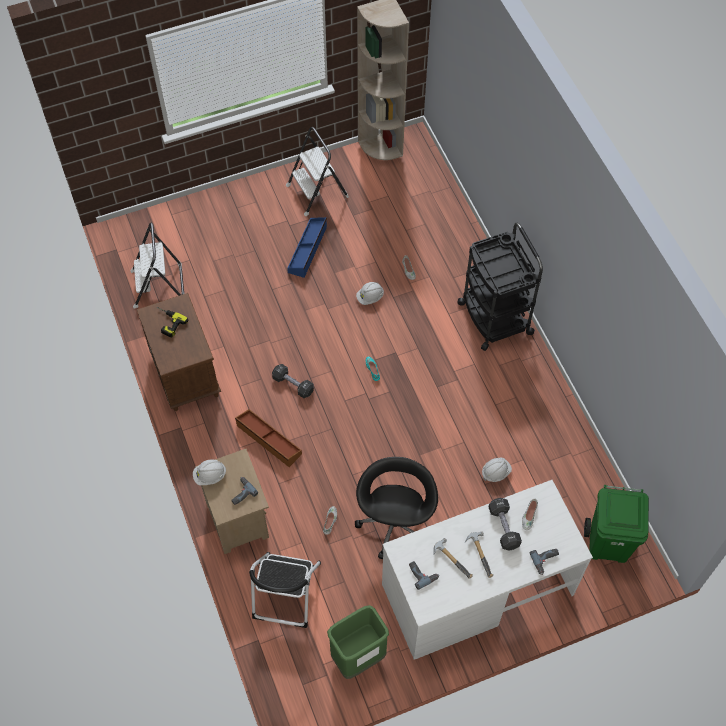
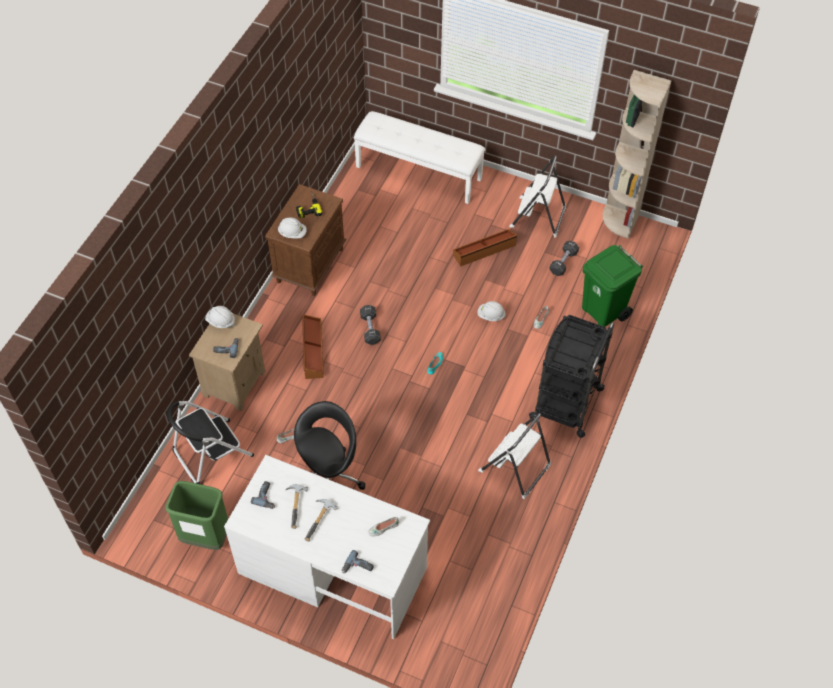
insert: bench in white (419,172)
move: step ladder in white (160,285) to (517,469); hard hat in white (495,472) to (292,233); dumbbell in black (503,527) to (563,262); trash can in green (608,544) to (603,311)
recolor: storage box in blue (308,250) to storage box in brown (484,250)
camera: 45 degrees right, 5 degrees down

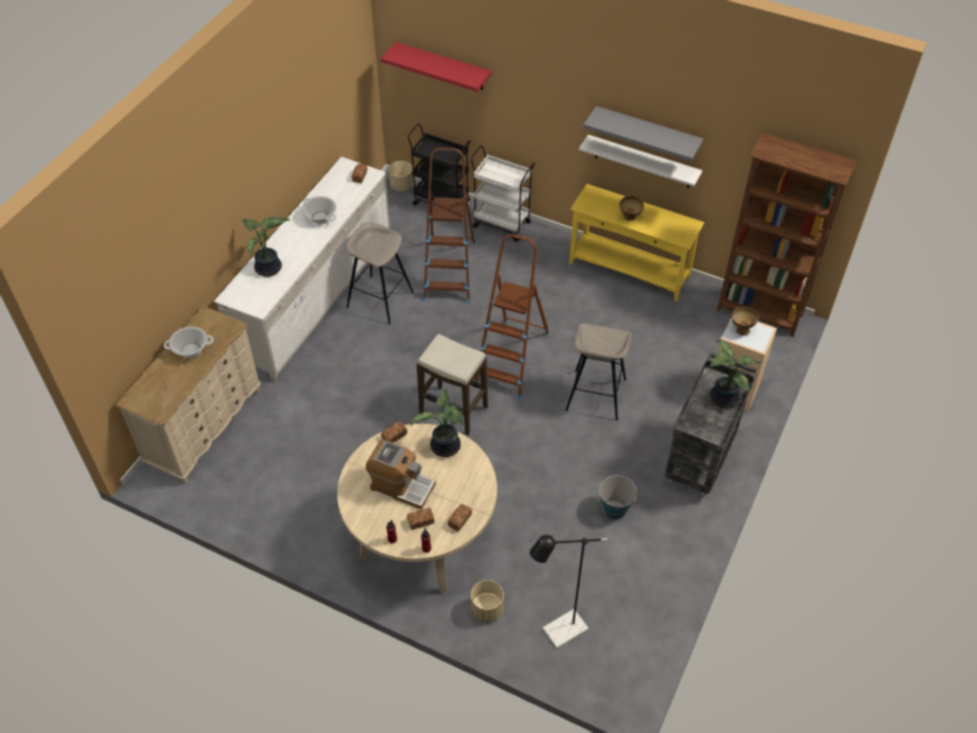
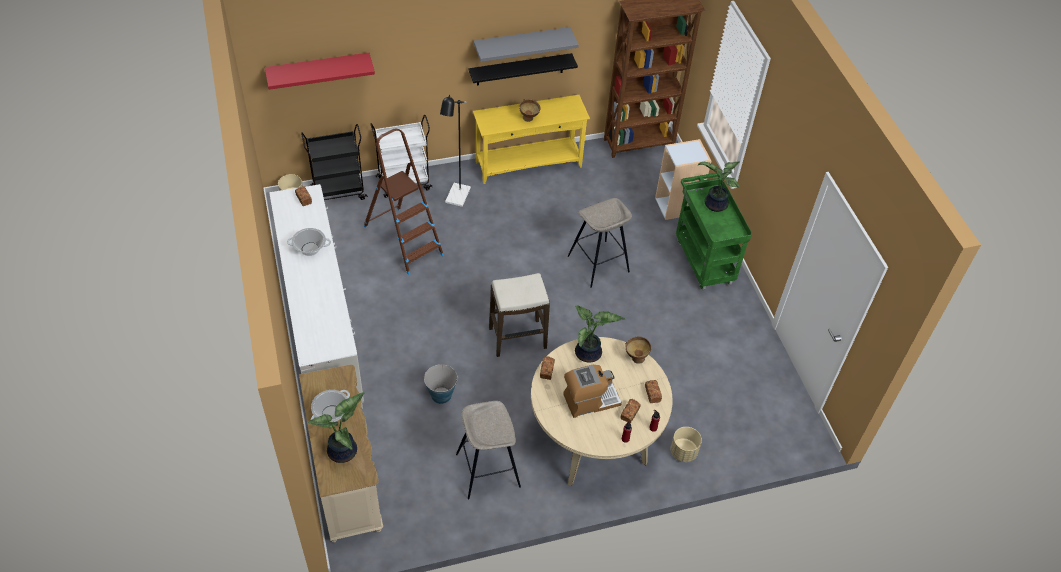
delete: step ladder in brown (512,358)
move: potted plant (269,269) to (344,451); stool in grey (380,299) to (487,470); floor lamp in black (558,633) to (456,199); bucket (614,509) to (441,395); bowl in brown (741,329) to (635,358)
recolor: shelf in white (643,162) to shelf in black (520,69); cart in black (701,456) to cart in green (702,260)
camera: 45 degrees left, 0 degrees up

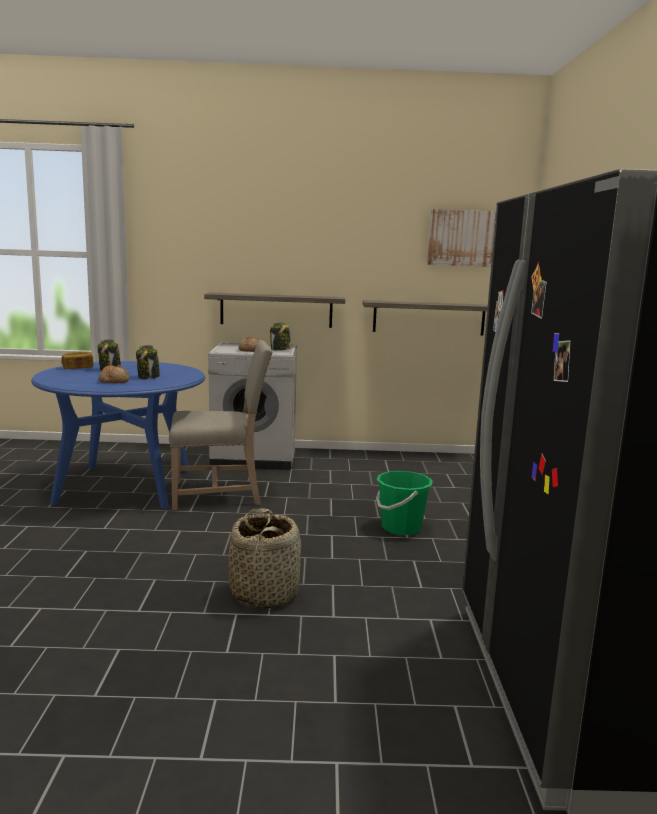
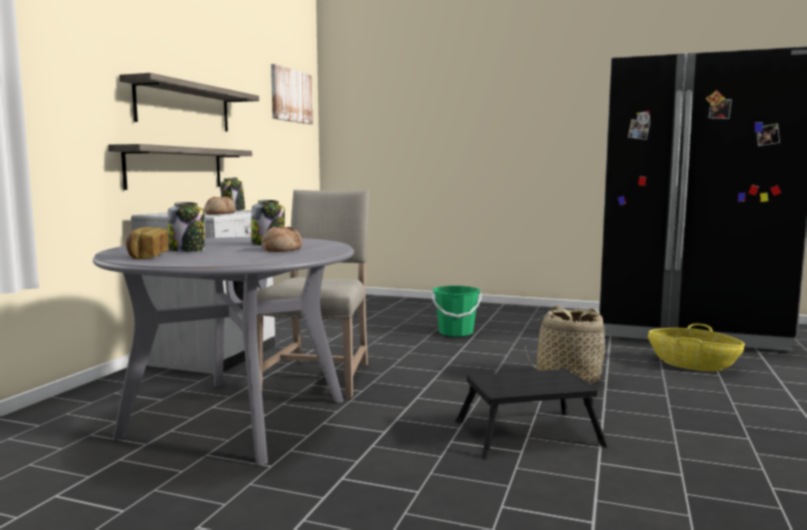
insert: step ladder in black (527,433); basket (692,364)
move: shelf (429,318) to (184,107)
recolor: dining table in blue (125,486) to dining table in grey (236,417)
camera: 70 degrees left, 5 degrees down

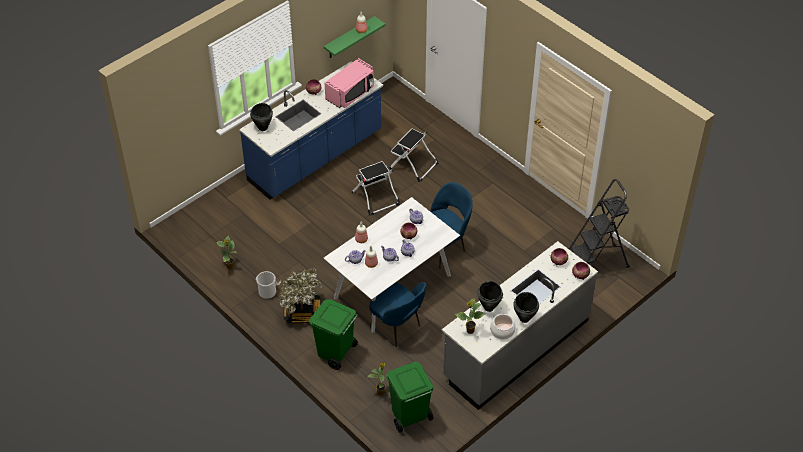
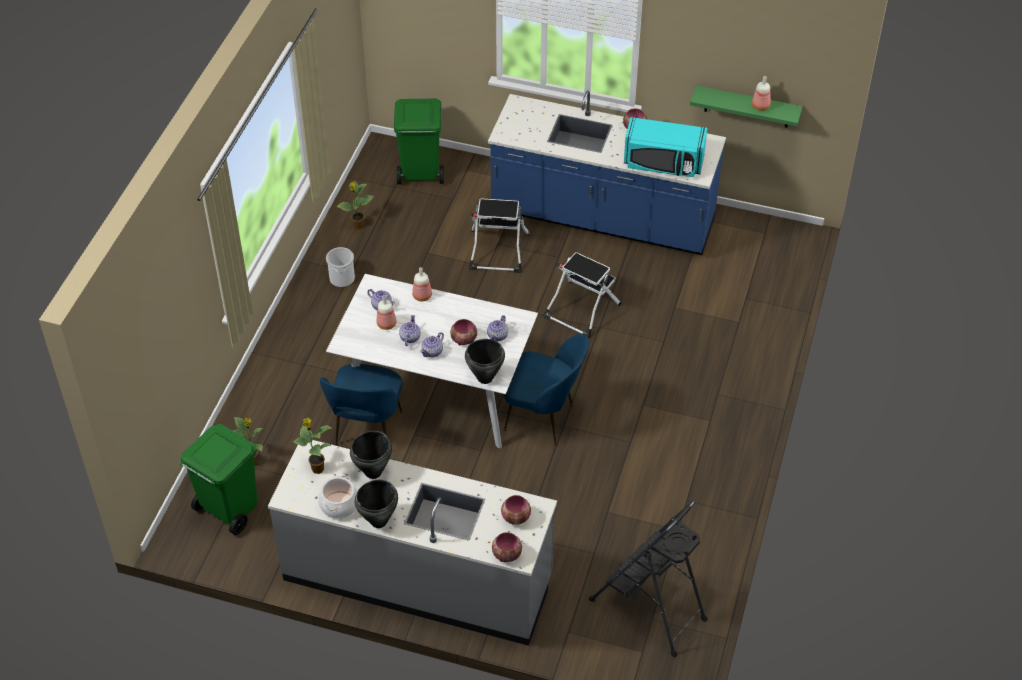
delete: potted plant (302,312)
move: cooking pot in black (262,128) to (484,378); trash can in green (335,353) to (420,174); step ladder (413,164) to (498,249)
recolor: microwave in pink (351,93) to microwave in turquoise (663,163)
camera: 60 degrees right, 0 degrees up

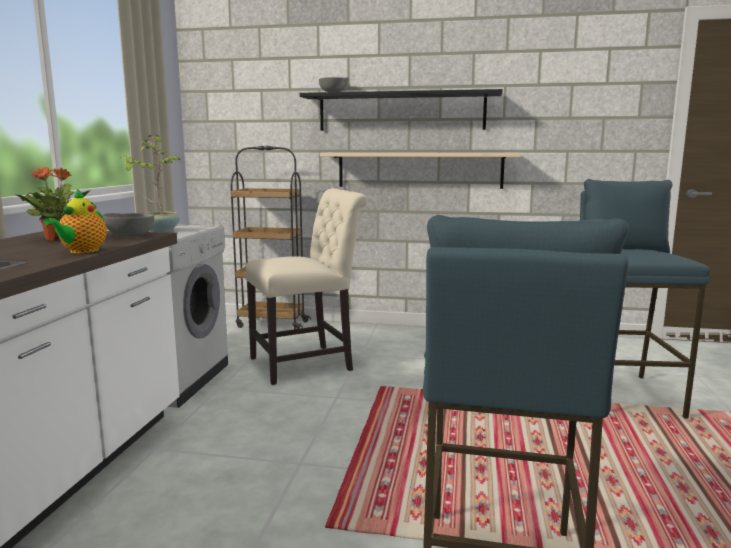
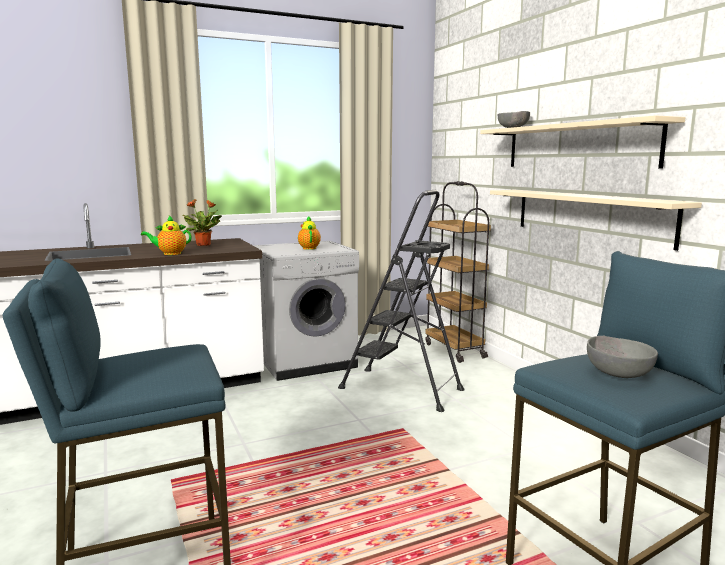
move: bowl in grey (130,237) to (618,374)
replace: potted plant (160,231) to teapot (309,248); chair in beige (308,364) to step ladder (402,389)
recolor: shelf in black (401,112) to shelf in beige (577,146)
camera: 55 degrees right, 0 degrees up

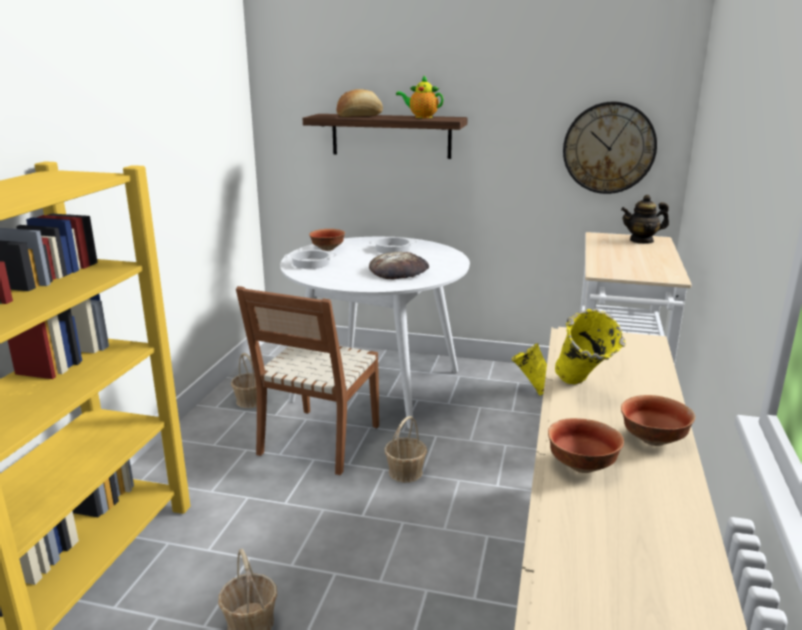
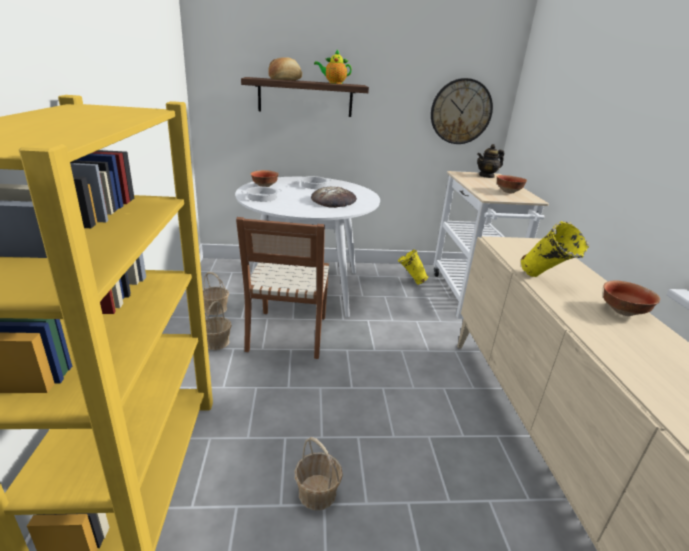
move: basket (406,472) to (216,342); bowl (581,465) to (508,191)
camera: 20 degrees left, 5 degrees up

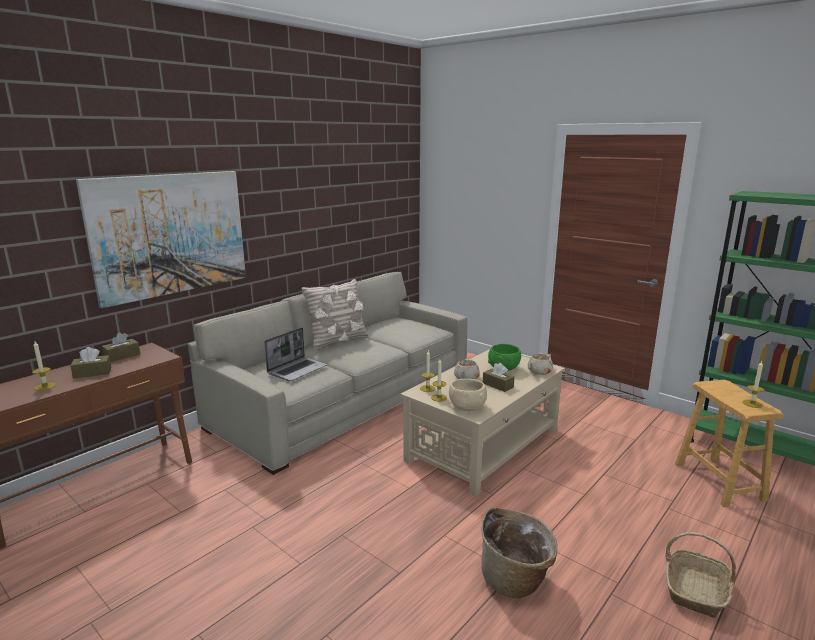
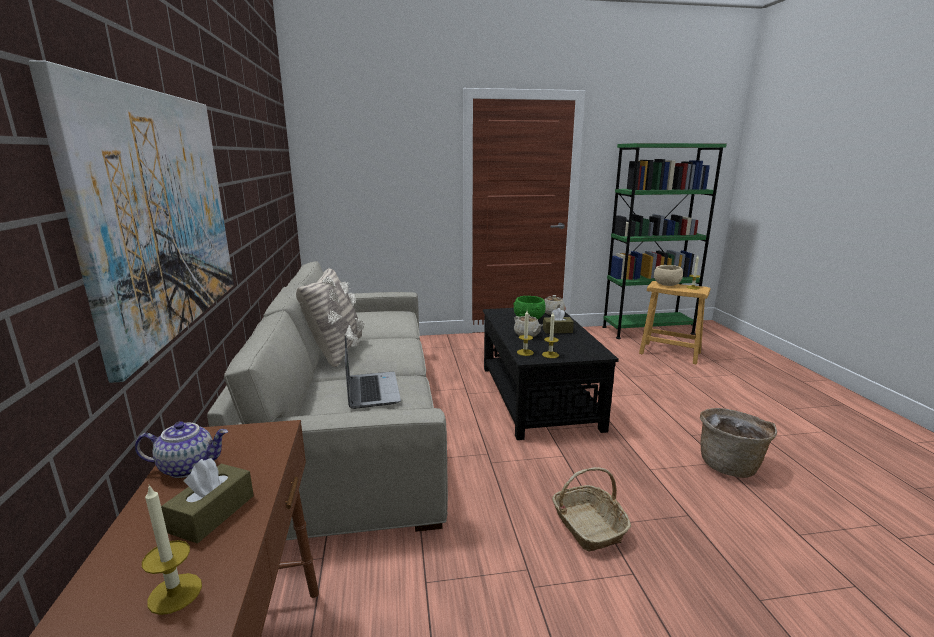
move: bowl in beige (466,406) to (666,284); basket (696,590) to (587,526)
replace: tissue box in brown (122,356) to teapot (189,466)
recolor: coffee table in beige (484,444) to coffee table in black (538,396)
camera: 50 degrees left, 0 degrees up

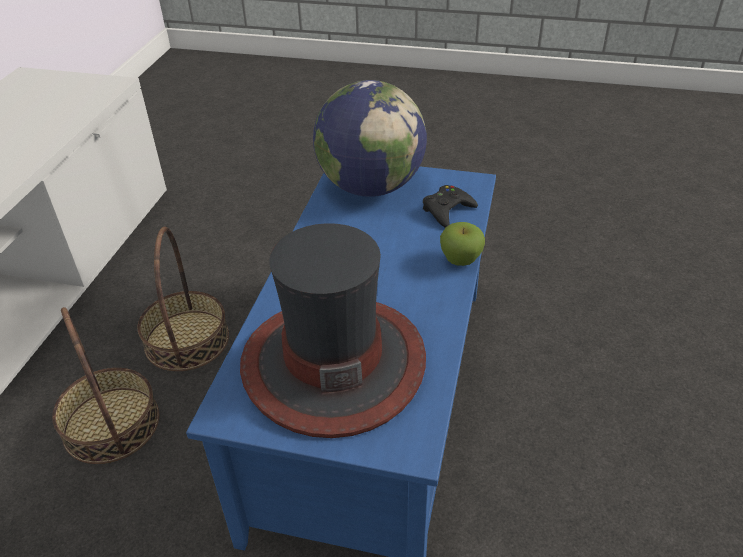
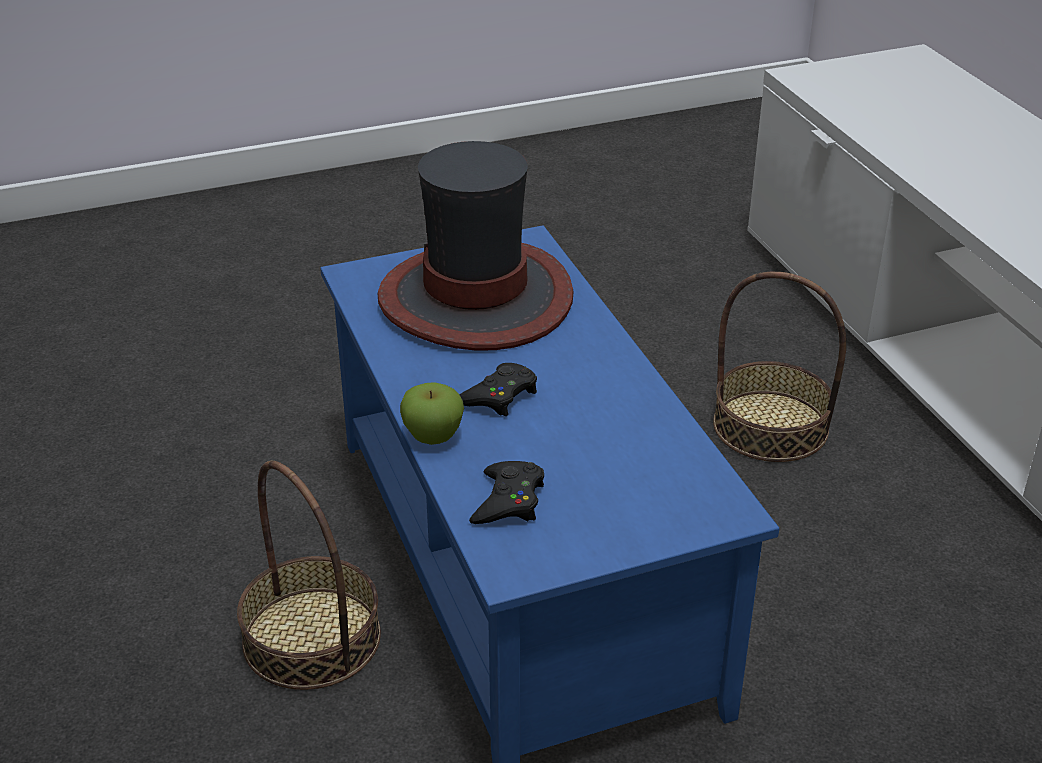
delete: globe (370,187)
insert: game controller in black (499,396)
move: basket (186,340) to (312,638)
camera: 145 degrees right, 5 degrees down

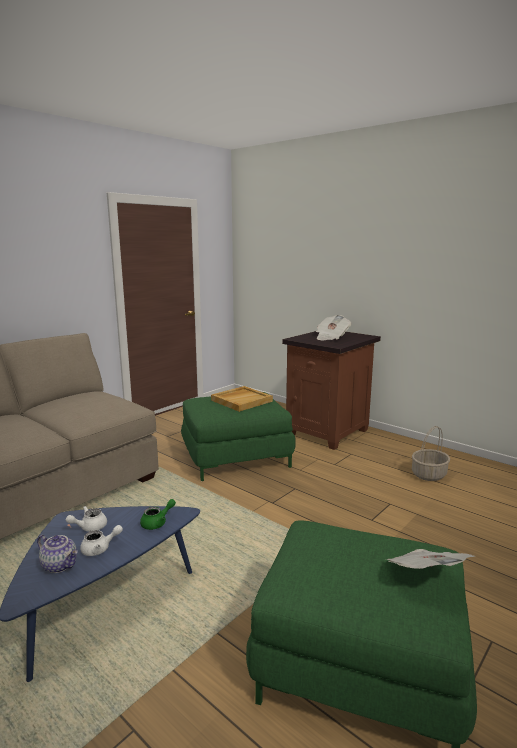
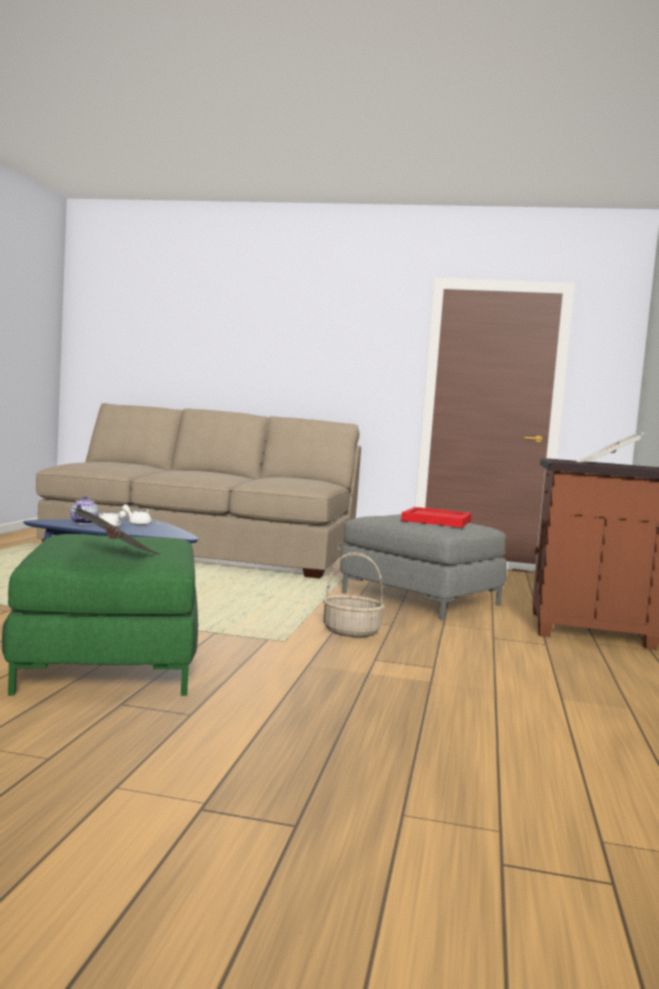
delete: teapot in green (157,523)
move: basket (428,474) to (352,632)
recolor: ottoman in green (236,457) to ottoman in grey (421,599); tray in beige (241,400) to tray in red (437,520)
camera: 60 degrees right, 10 degrees down

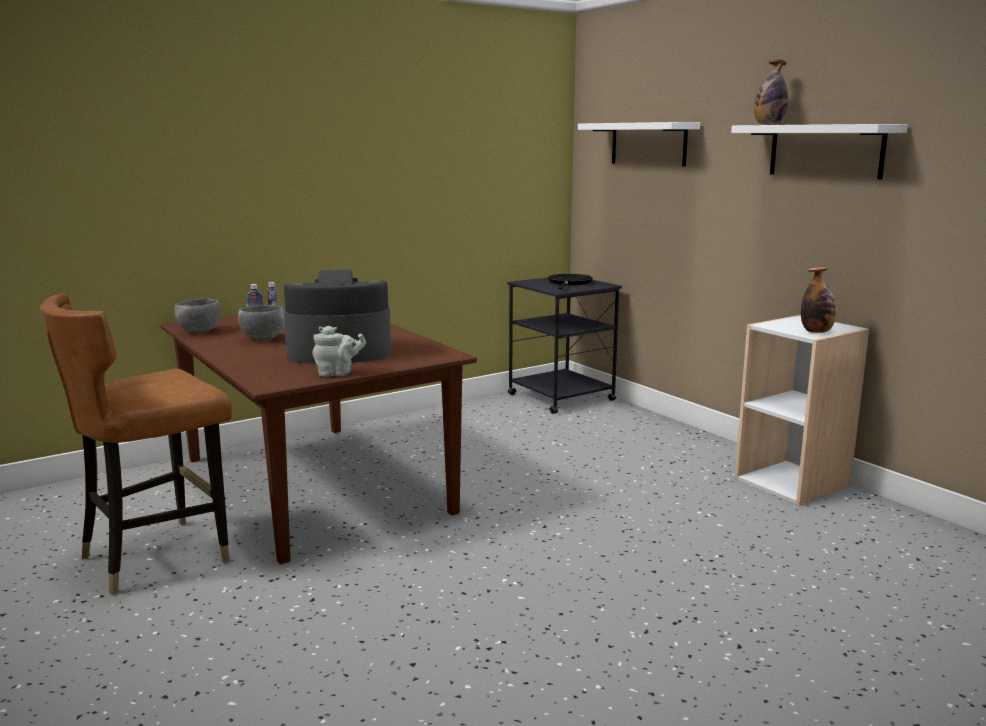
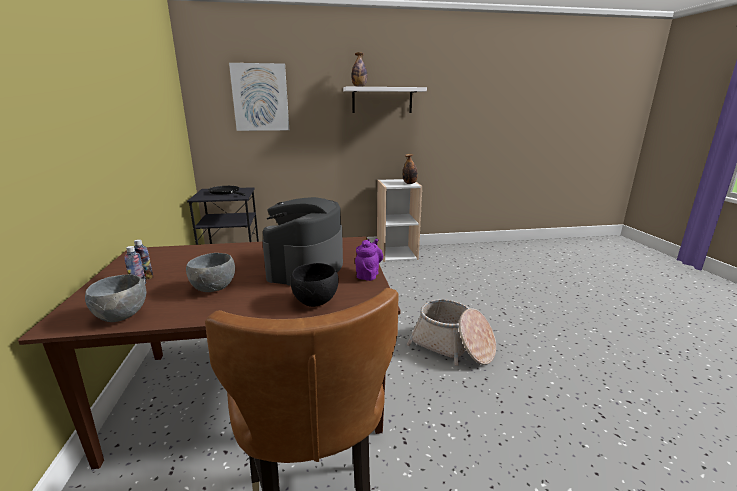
insert: bowl in black (315,301); basket (452,346)
replace: shelf in white (648,144) to picture (260,97)
recolor: teapot in grey (337,373) to teapot in purple (368,274)
camera: 65 degrees left, 5 degrees up

